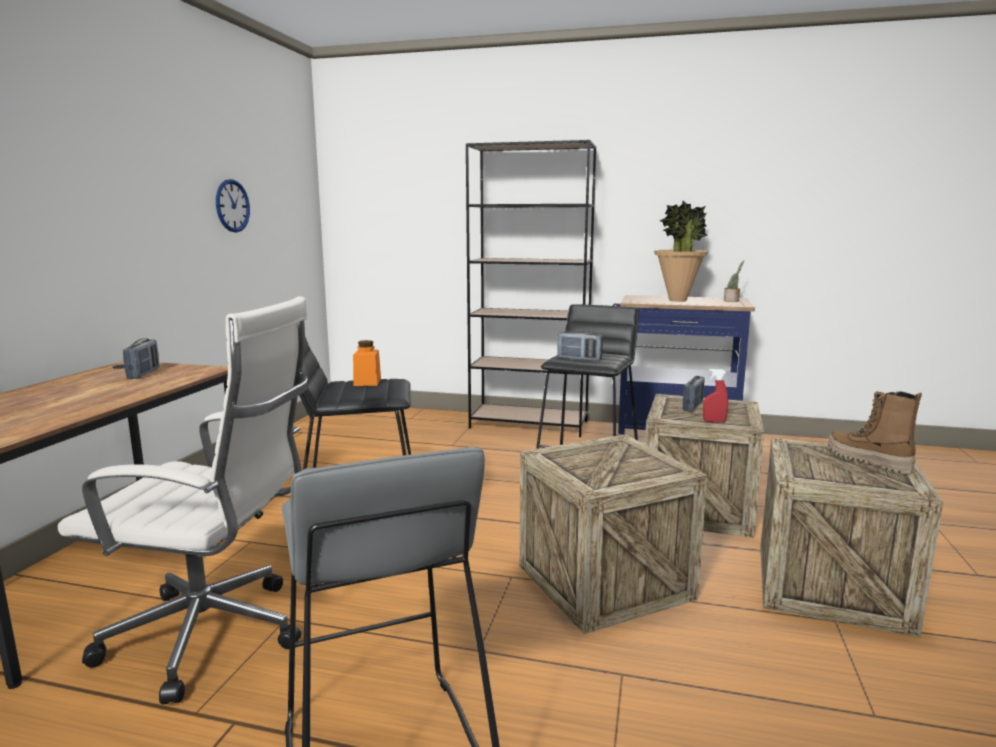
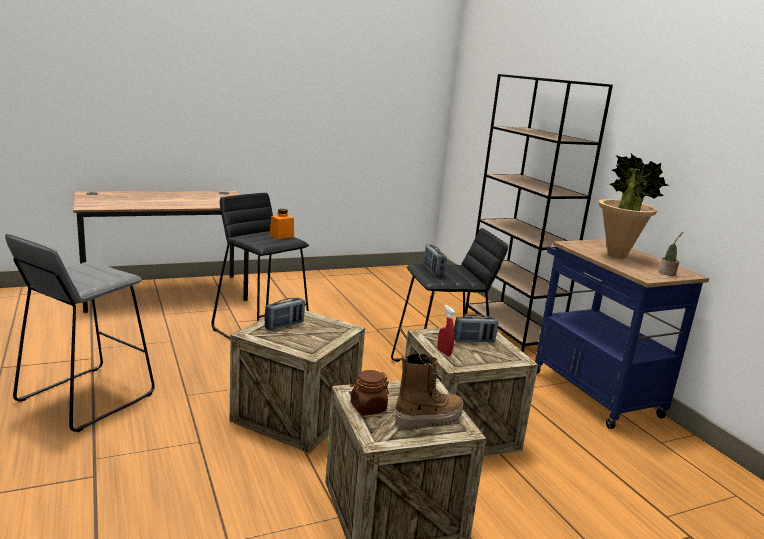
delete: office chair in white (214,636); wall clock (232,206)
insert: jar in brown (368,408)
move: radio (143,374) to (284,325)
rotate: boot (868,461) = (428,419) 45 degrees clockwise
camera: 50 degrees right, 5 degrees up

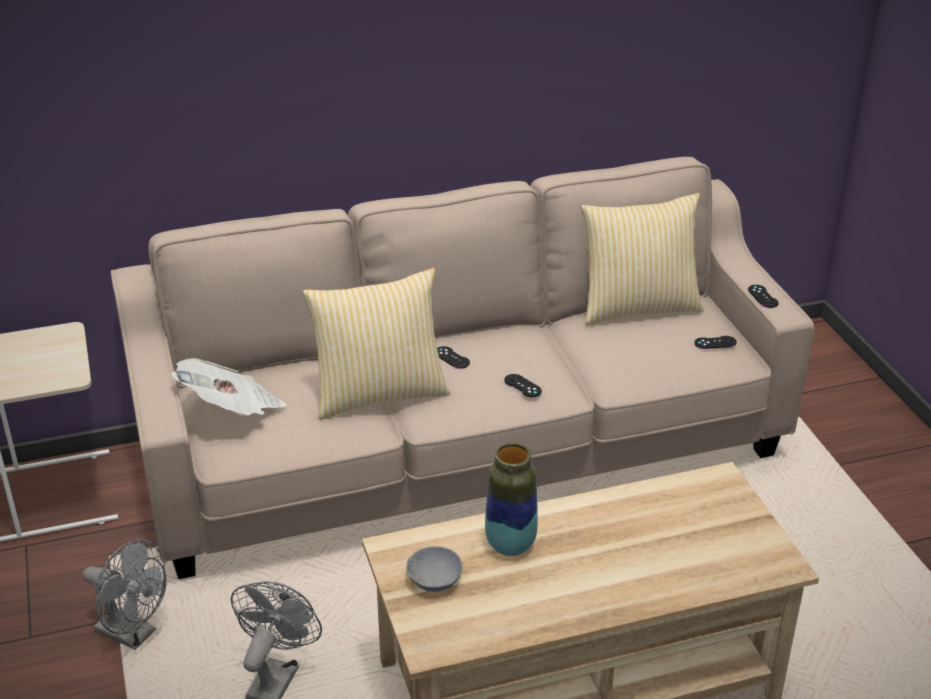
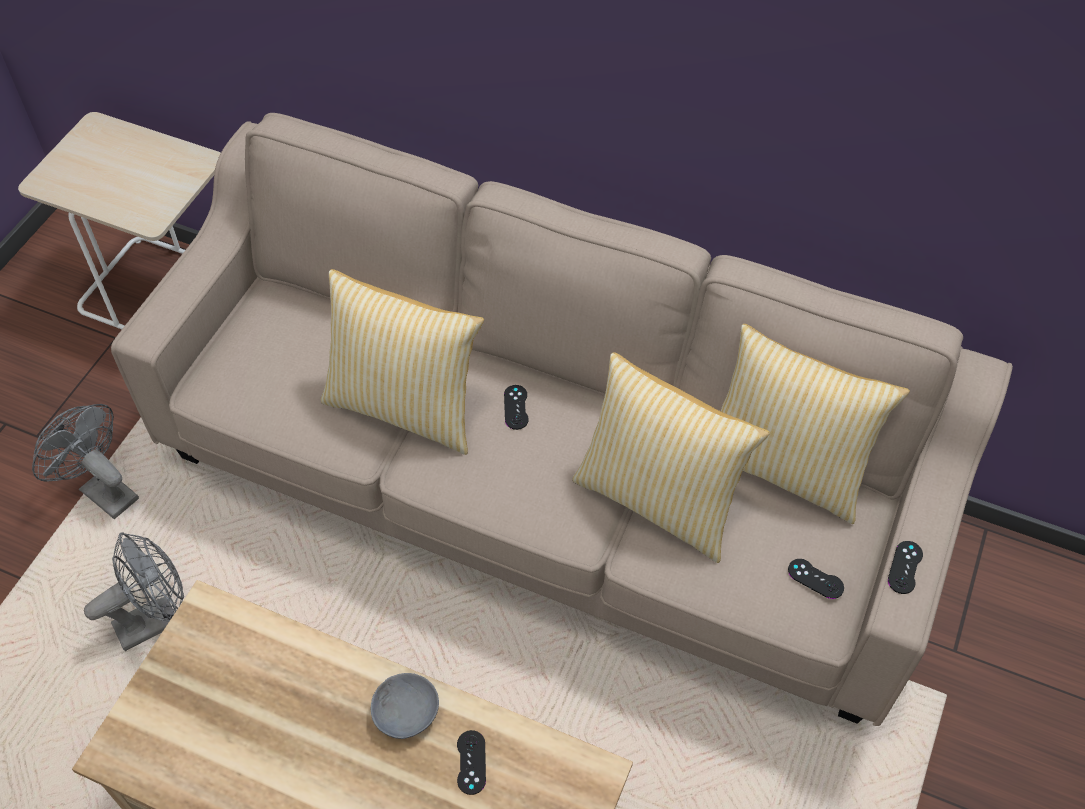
delete: newspaper (232,410); vase (510,545)
insert: pillow (659,499)
move: bowl in grey (436,580) to (406,715); game controller in black (522,386) to (471,762)
rotate: fan in grey (133,634) = (102,490) 150 degrees clockwise
camera: 40 degrees right, 20 degrees up

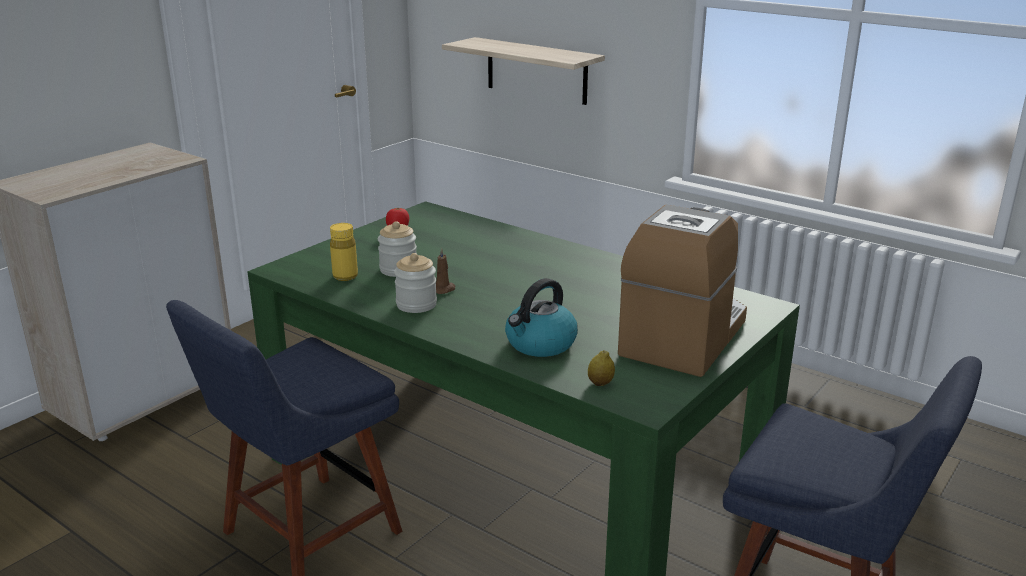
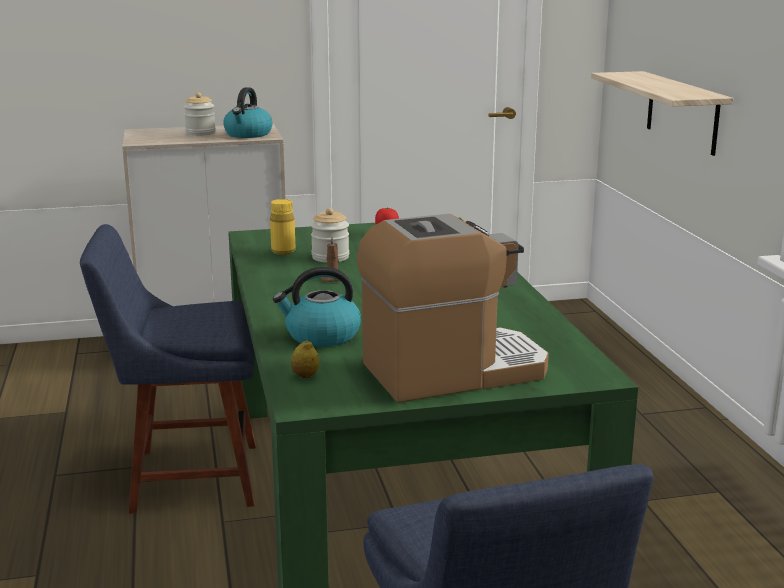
insert: kettle (248,134)
move: jar (416,304) to (200,133)
camera: 40 degrees right, 5 degrees down

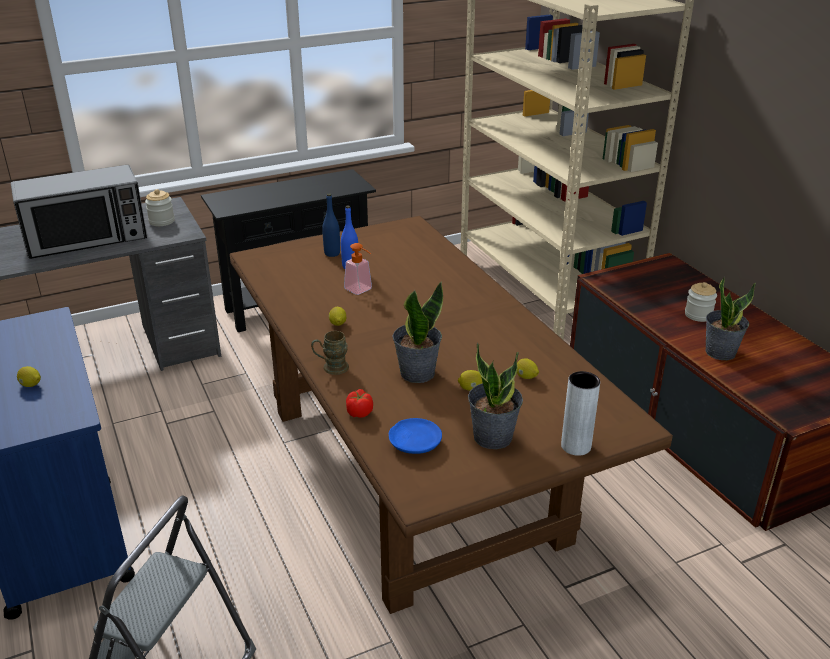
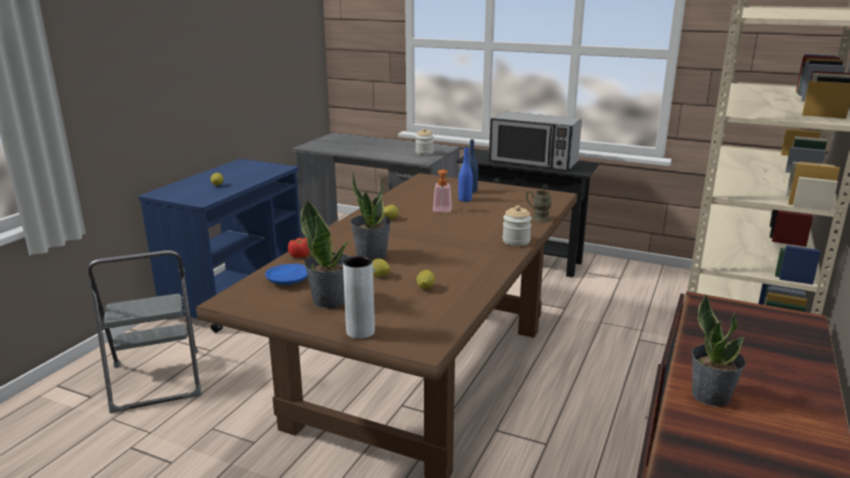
move: microwave (87,239) to (533,162); mug in brown (331,368) to (537,218); jar (698,315) to (516,241)
camera: 50 degrees right, 10 degrees down

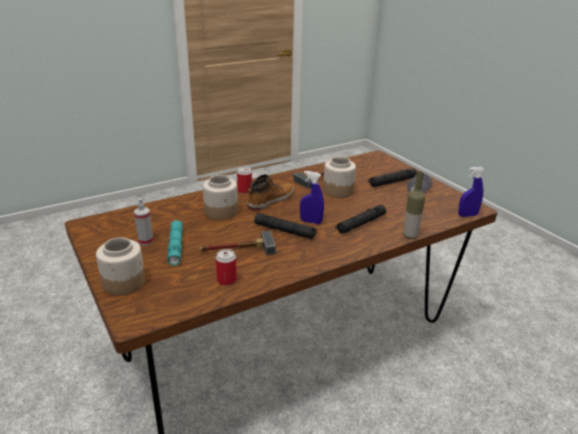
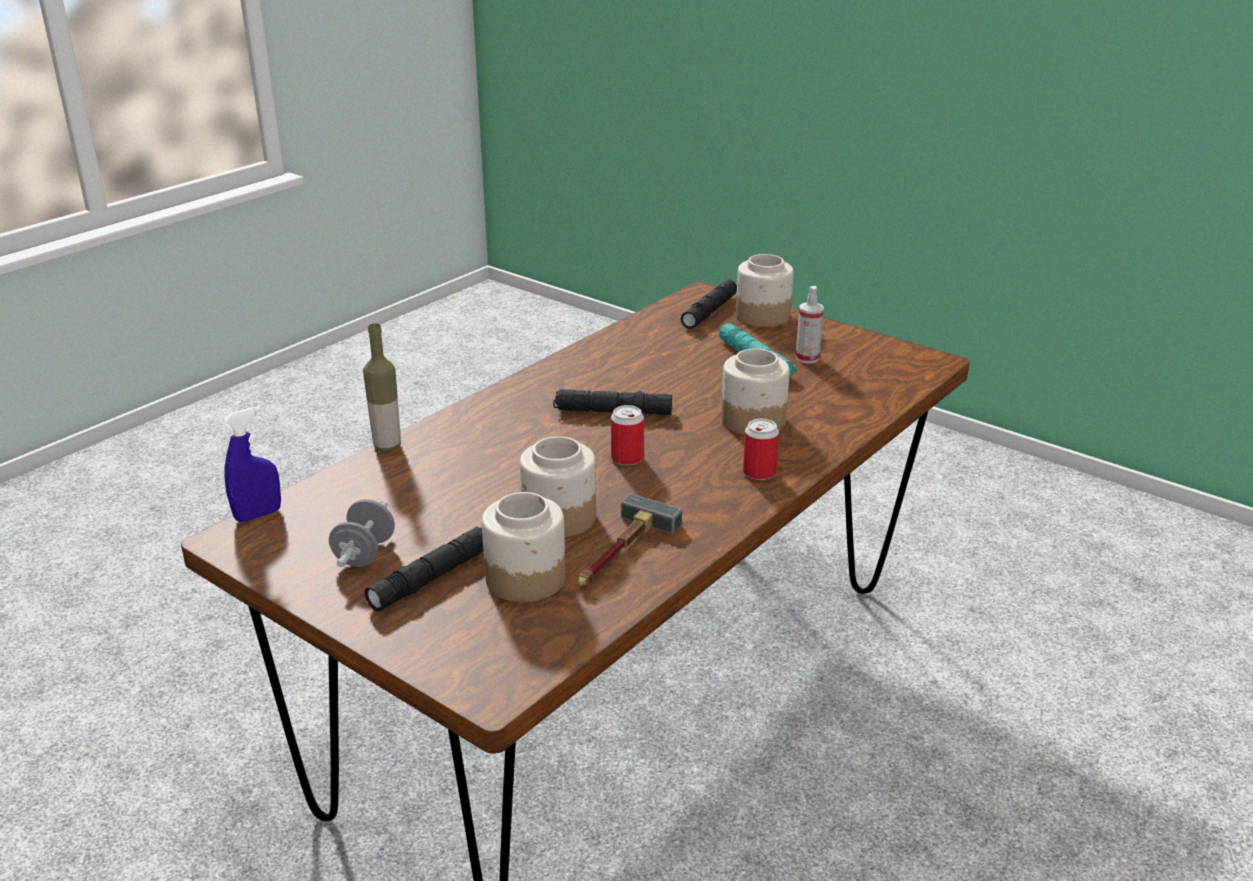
delete: hammer (236,249); boot (270,200); spray bottle in blue (311,222)
insert: jar (526,578)
move: can (227,280) to (627,458); flashlight in black (361,224) to (710,311)
camera: 160 degrees right, 0 degrees up

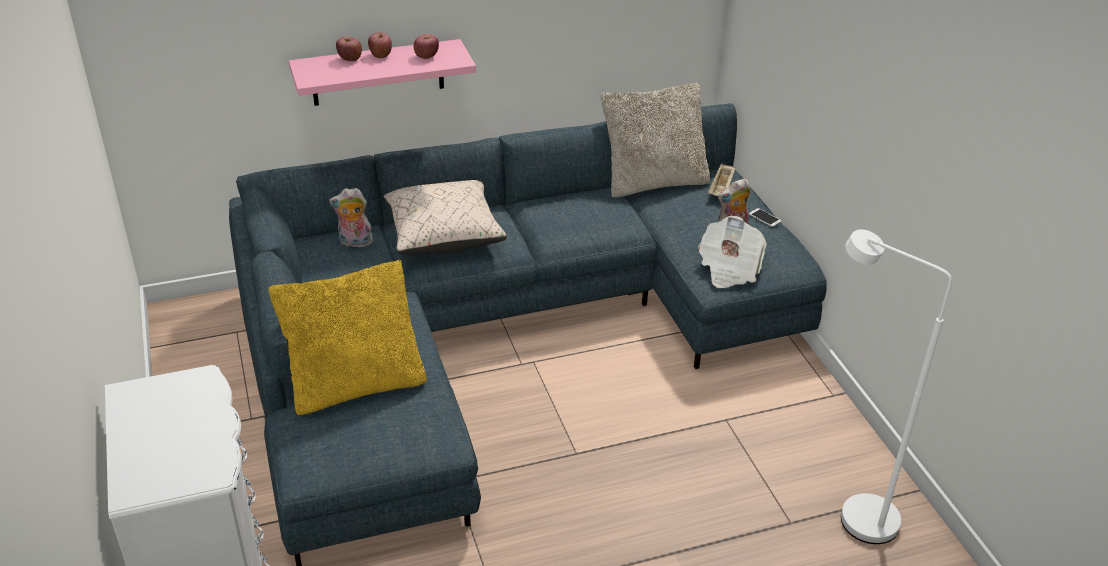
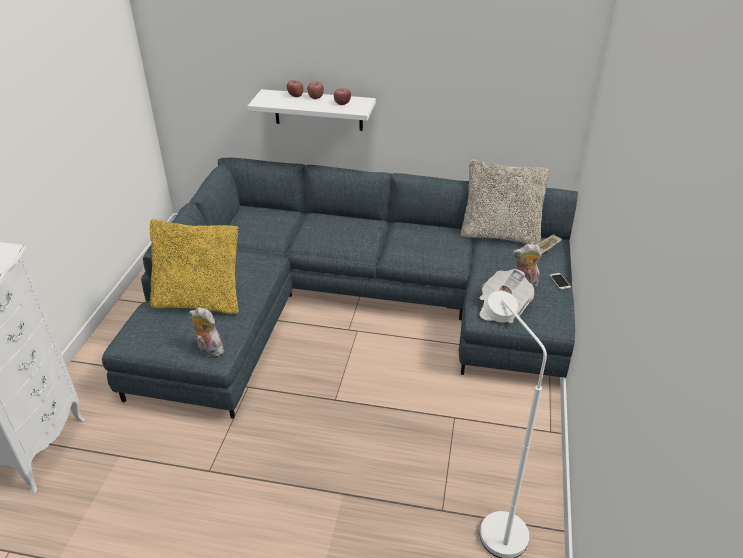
delete: pillow in beige (443,232)
move: plush toy (354,243) to (208,350)
recolor: shelf in pink (378,73) to shelf in white (318,110)
camera: 30 degrees right, 0 degrees up

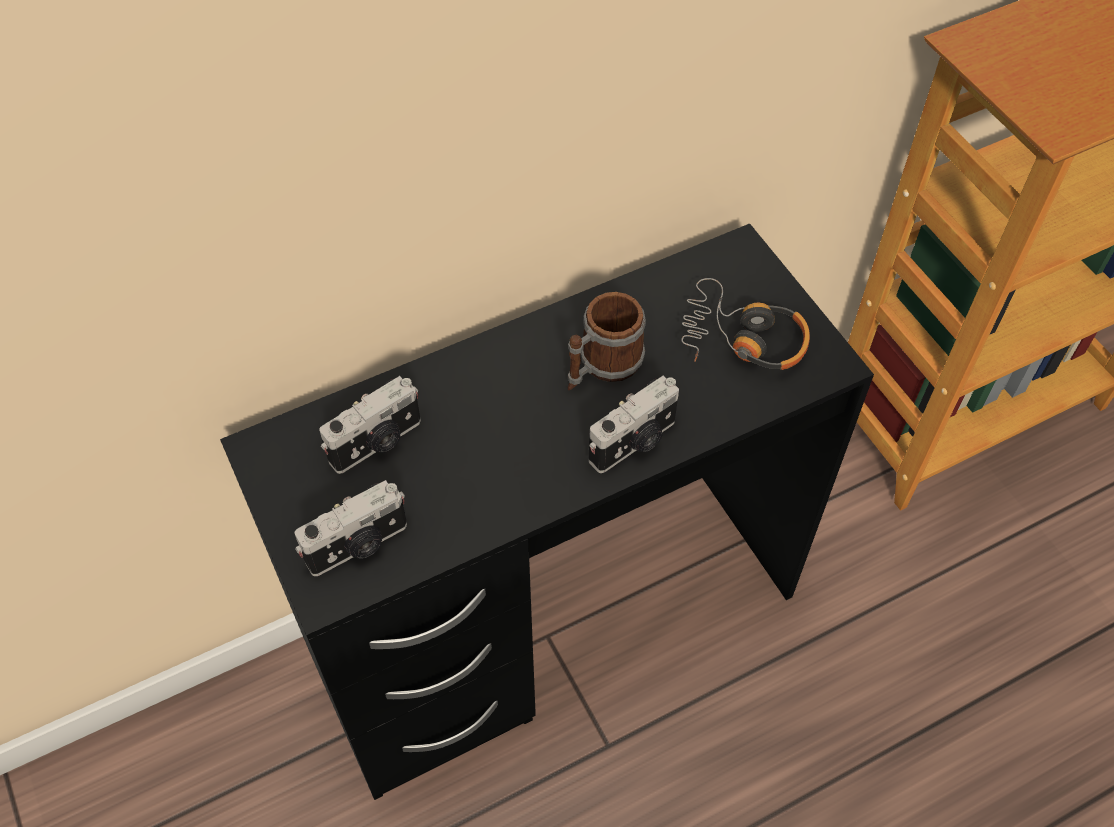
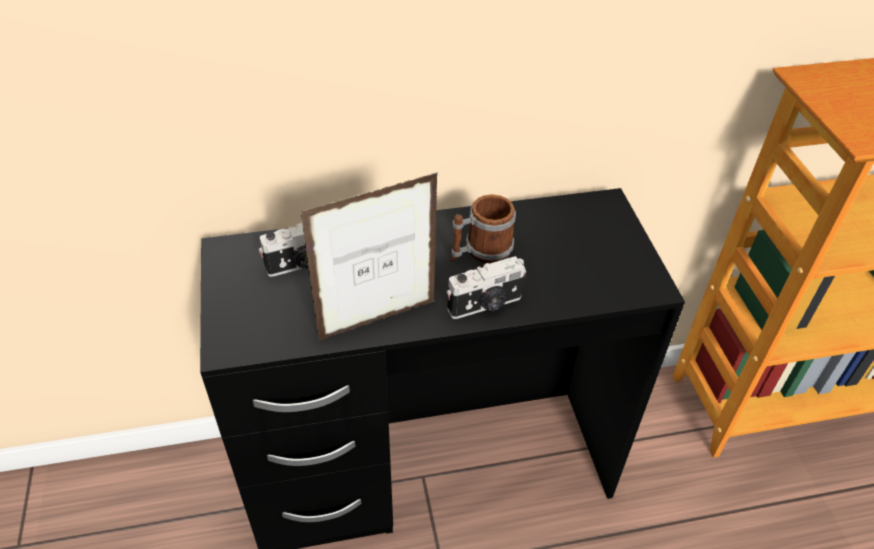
delete: photo camera (358,546); headphones (742,339)
insert: picture frame (378,320)
camera: 15 degrees right, 10 degrees down

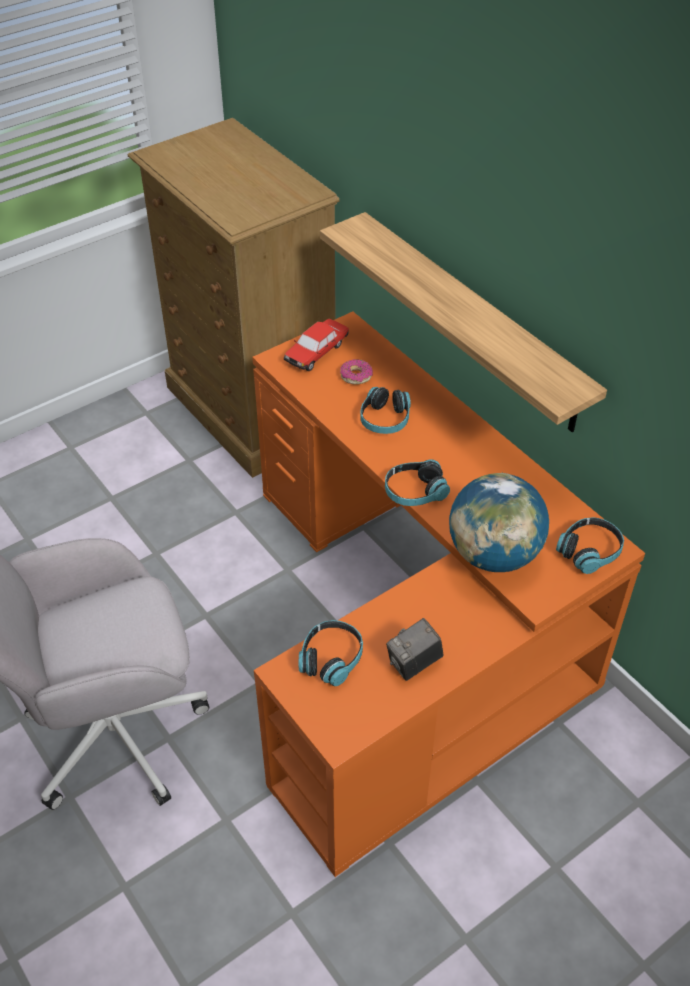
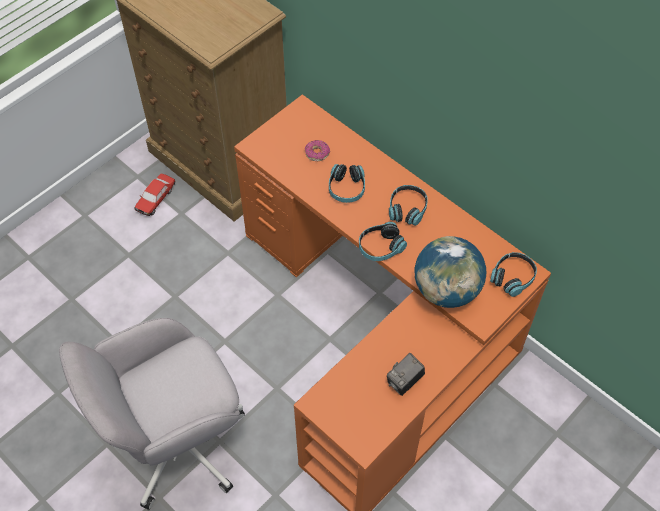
delete: shelf (472,321)
move: toy car (316,352) to (156,198); headphones (331,658) to (407,209)
camera: 10 degrees left, 10 degrees up

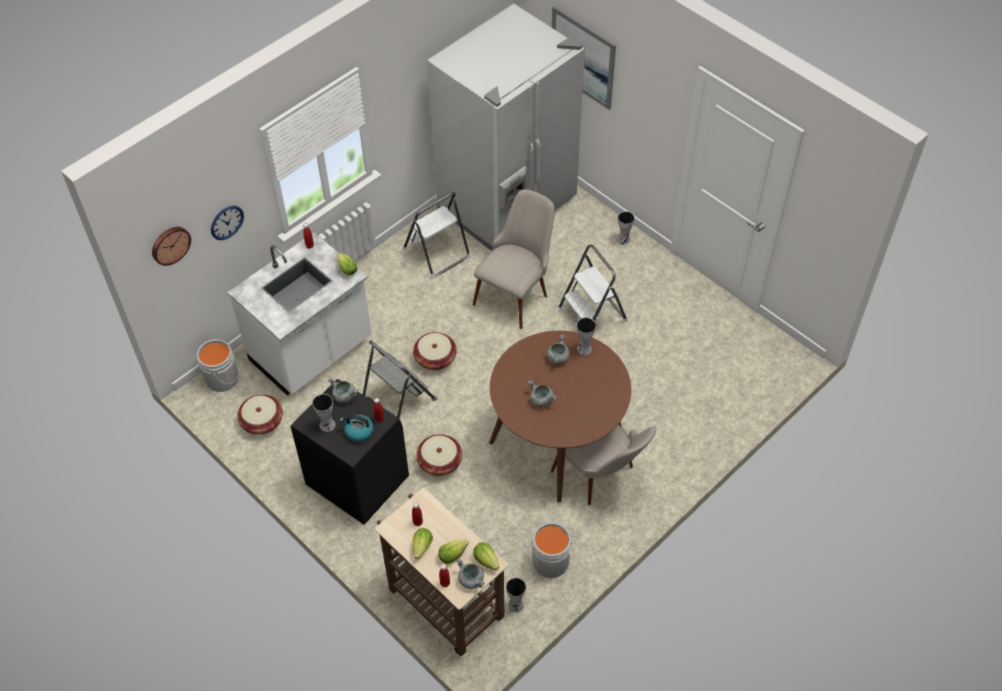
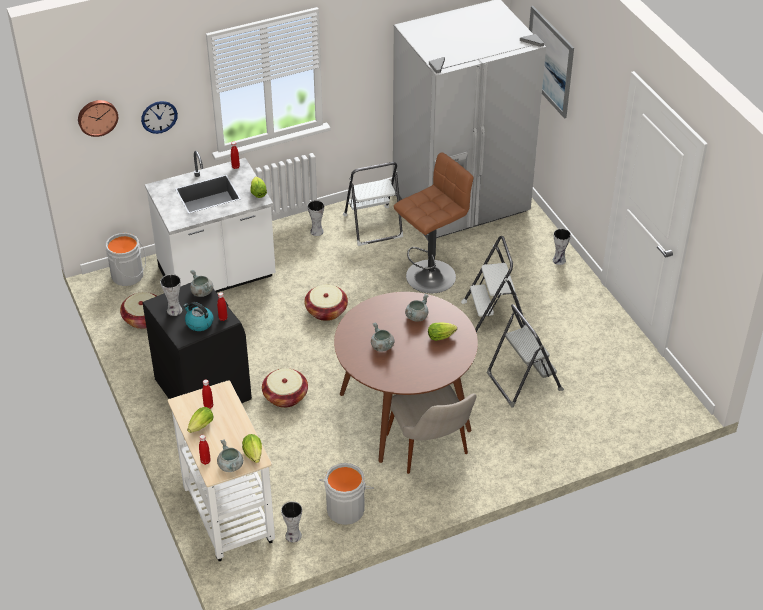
move: step ladder in grey (396,402) to (521,381); lettuce (454,554) to (442,336); vase (583,348) to (316,231)
replace: chair in beige (516,292) to stool in brown (431,276)
recolor: cart in brown (444,603) to cart in white (227,514)
camera: 20 degrees right, 10 degrees down

